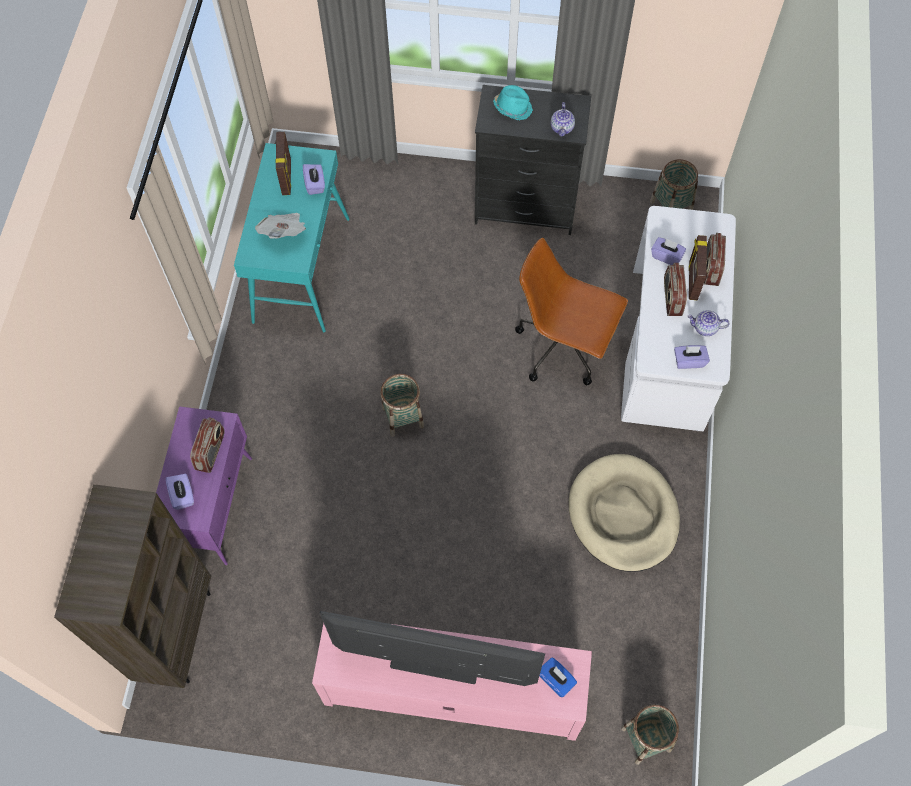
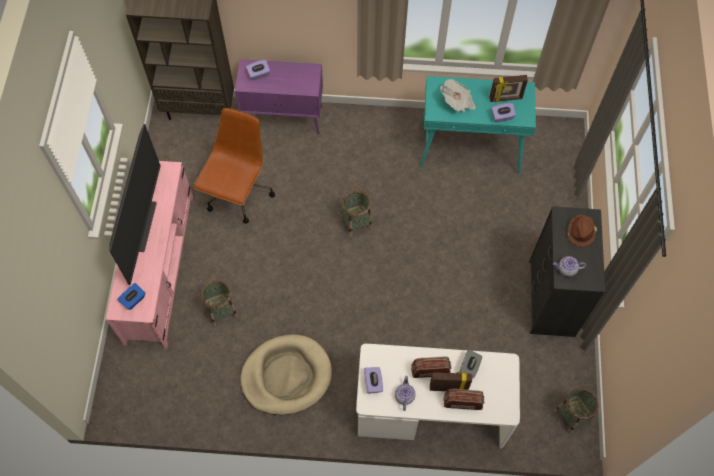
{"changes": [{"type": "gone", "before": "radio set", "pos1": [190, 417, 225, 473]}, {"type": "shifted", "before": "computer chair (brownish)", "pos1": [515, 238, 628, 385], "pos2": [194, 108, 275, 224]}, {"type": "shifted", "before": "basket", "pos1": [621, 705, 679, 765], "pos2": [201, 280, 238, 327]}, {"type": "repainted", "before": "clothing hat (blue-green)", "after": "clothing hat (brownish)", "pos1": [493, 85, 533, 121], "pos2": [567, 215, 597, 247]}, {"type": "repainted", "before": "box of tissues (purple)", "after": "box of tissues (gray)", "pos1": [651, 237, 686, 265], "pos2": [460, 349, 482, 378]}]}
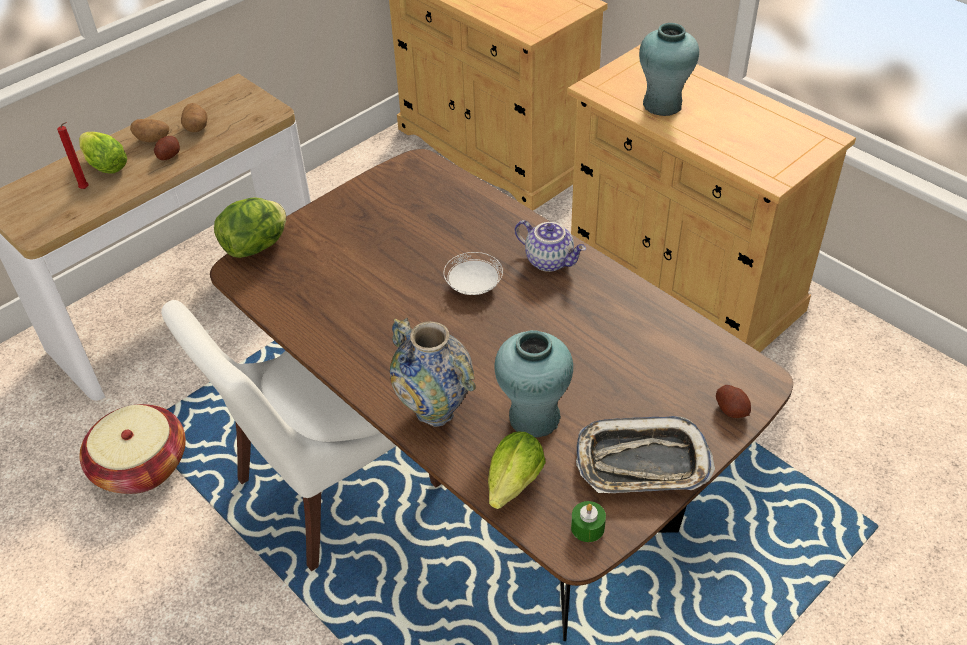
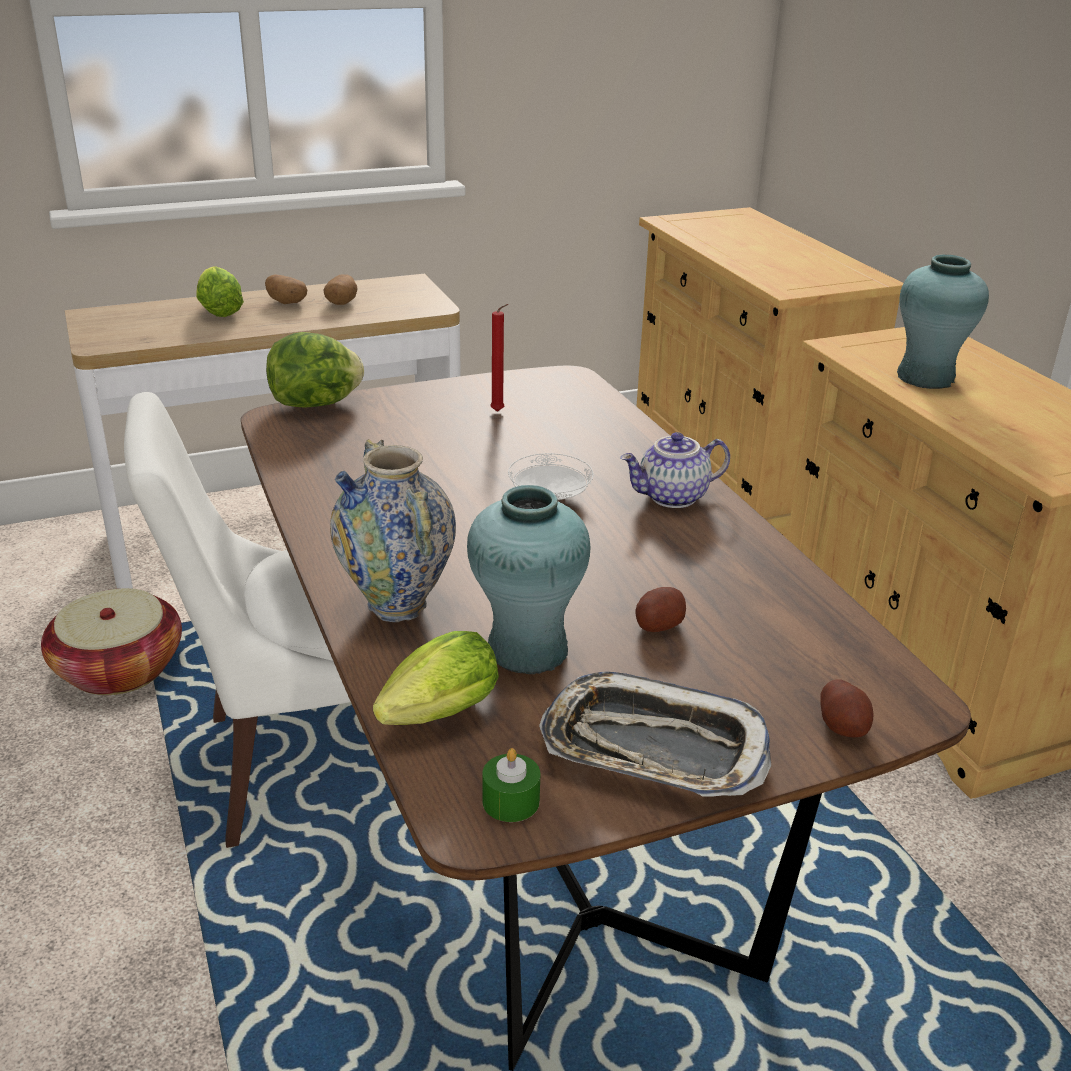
{"changes": [{"type": "shifted", "before": "wax candle (red)", "pos1": [57, 122, 89, 189], "pos2": [490, 304, 508, 412]}, {"type": "shifted", "before": "whole potato", "pos1": [154, 136, 180, 161], "pos2": [635, 587, 686, 632]}, {"type": "rotated", "before": "tea pot", "pos1": [515, 220, 586, 272], "pos2": [620, 432, 730, 508], "turn": 105}]}
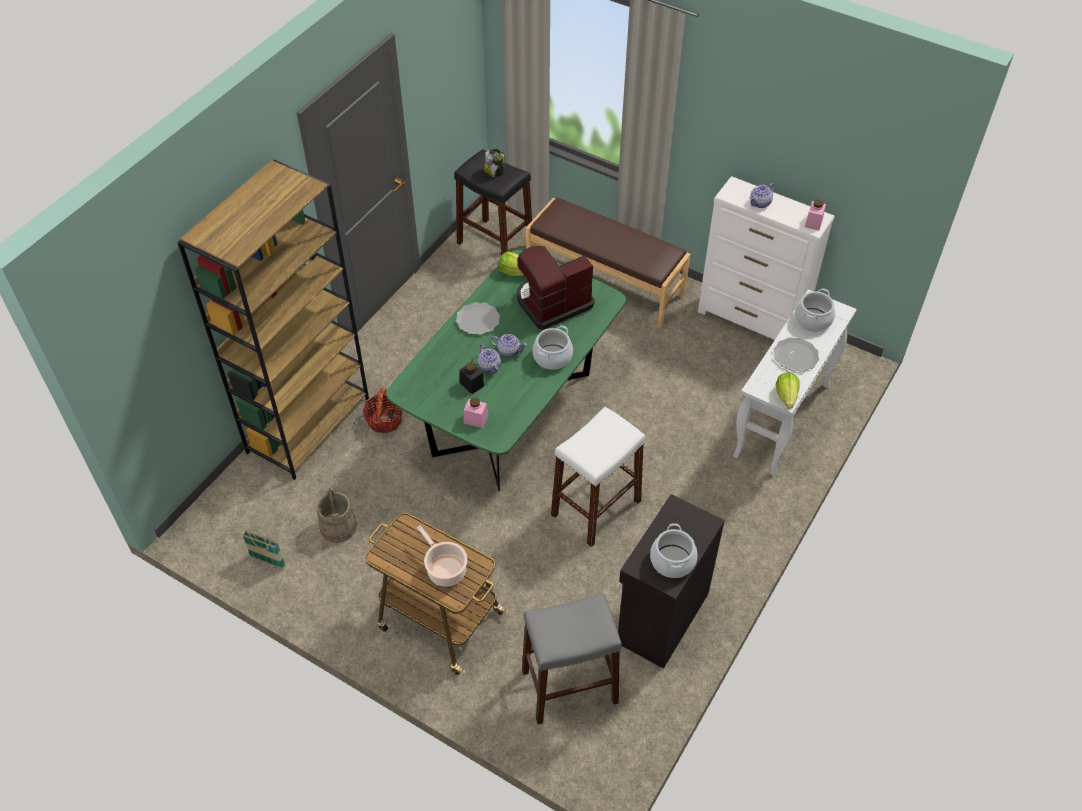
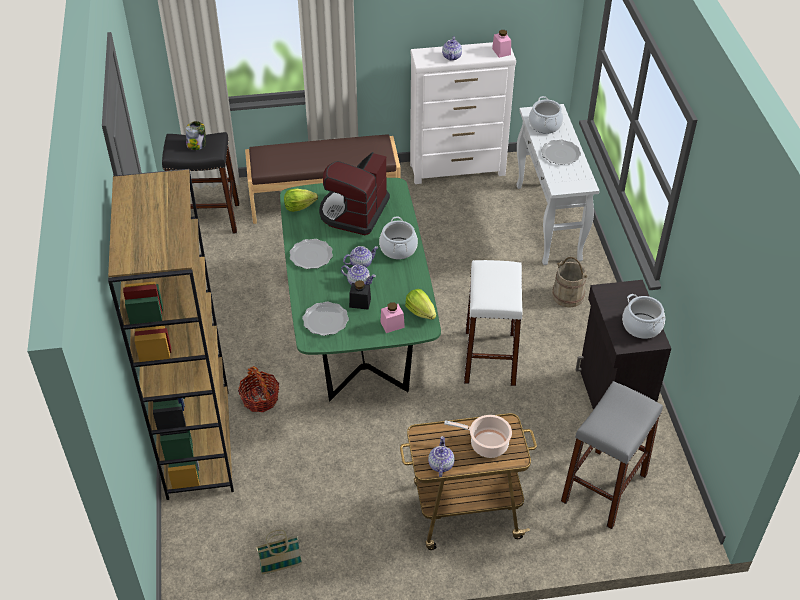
{"changes": [{"type": "new", "after": "plate", "pos2": [302, 302, 349, 336]}, {"type": "new", "after": "tea pot", "pos2": [428, 436, 455, 477]}, {"type": "shifted", "before": "water bucket (beige)", "pos1": [317, 488, 357, 543], "pos2": [552, 257, 588, 308]}, {"type": "shifted", "before": "lettuce head", "pos1": [776, 372, 799, 408], "pos2": [405, 289, 436, 320]}]}
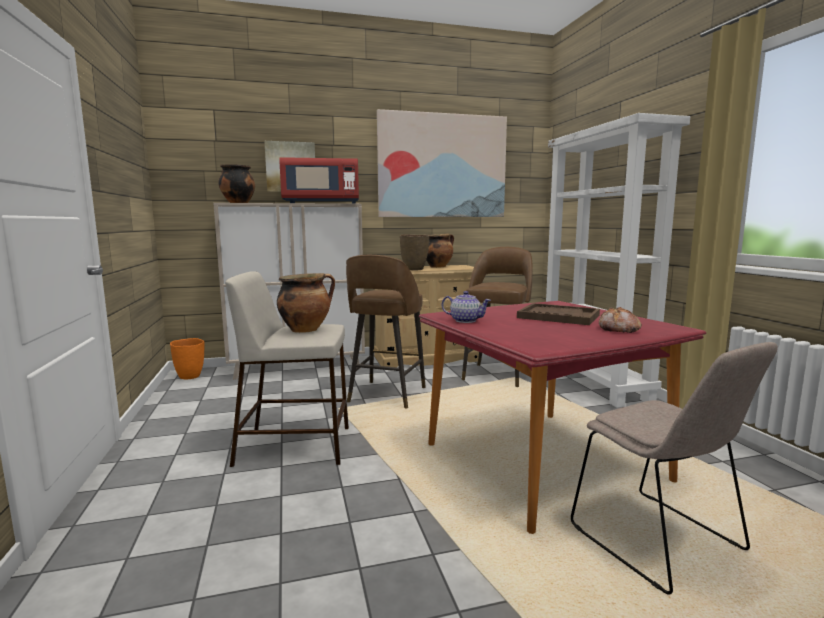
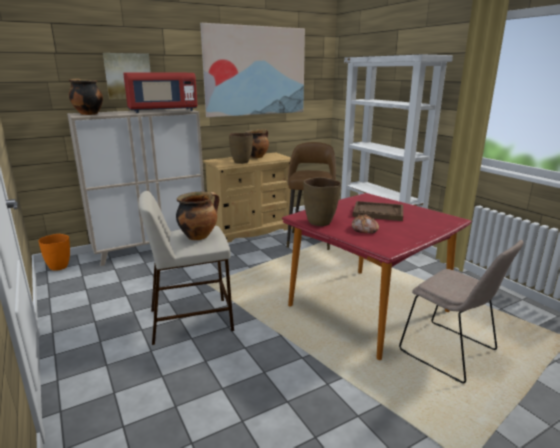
{"changes": [{"type": "gone", "before": "sitting stool (brownish)", "pos1": [346, 255, 426, 409]}, {"type": "shifted", "before": "bread", "pos1": [599, 307, 642, 333], "pos2": [352, 214, 379, 233]}, {"type": "swapped", "before": "tea pot", "after": "decorative vase (brownish)", "pos1": [442, 291, 491, 323], "pos2": [303, 177, 341, 226]}]}
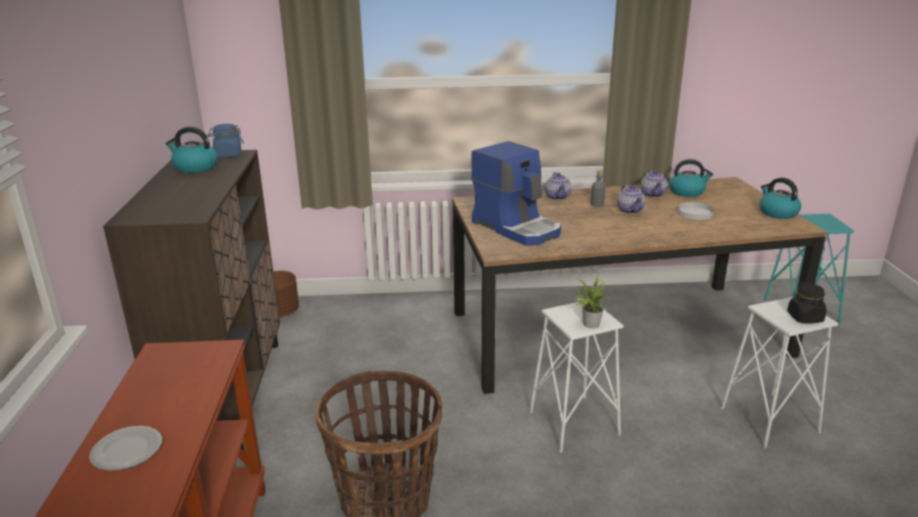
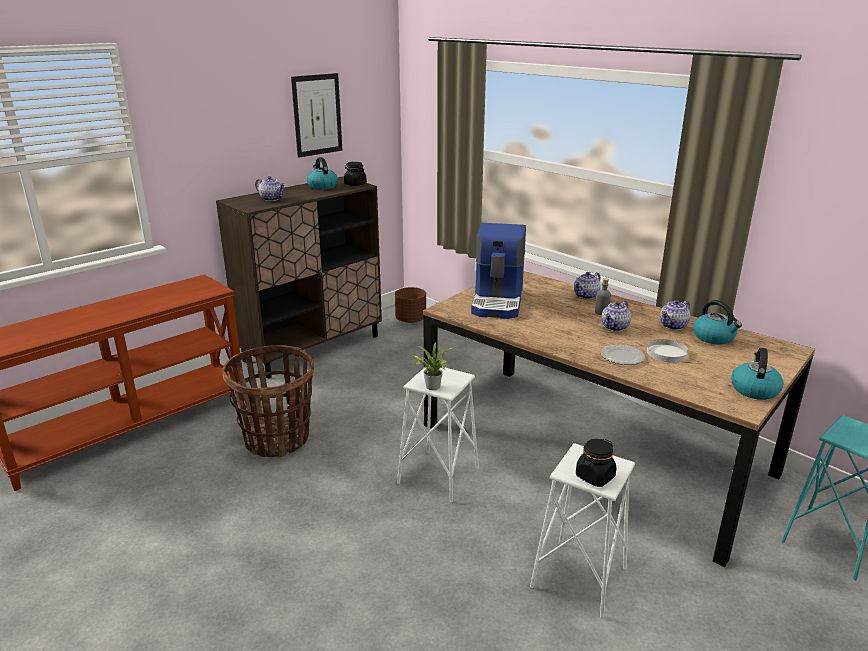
{"changes": [{"type": "new", "after": "tea pot", "pos2": [255, 176, 285, 201]}, {"type": "new", "after": "picture", "pos2": [291, 73, 342, 158]}, {"type": "shifted", "before": "plate", "pos1": [89, 426, 162, 471], "pos2": [601, 345, 645, 365]}, {"type": "repainted", "before": "preserve jar (bluish)", "after": "preserve jar (black)", "pos1": [208, 124, 244, 157], "pos2": [344, 162, 367, 186]}]}
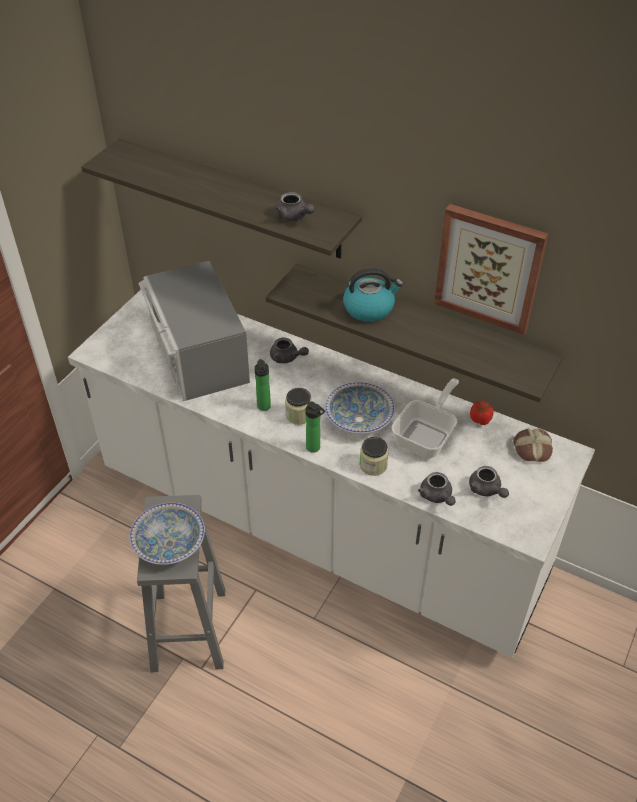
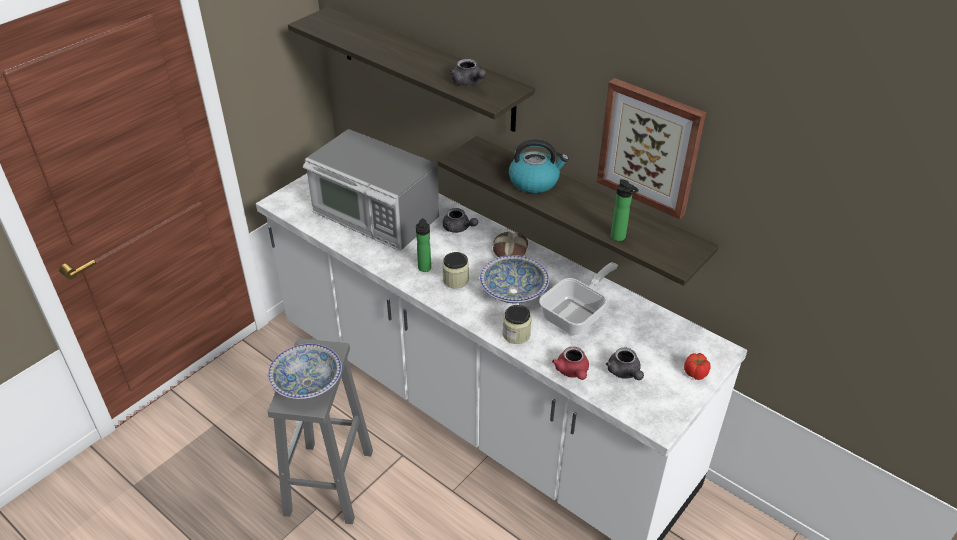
{"changes": [{"type": "shifted", "before": "beverage bottle", "pos1": [306, 401, 325, 453], "pos2": [611, 179, 639, 241]}, {"type": "shifted", "before": "fresh tomato", "pos1": [470, 401, 493, 425], "pos2": [684, 353, 710, 380]}, {"type": "shifted", "before": "bread", "pos1": [513, 429, 553, 462], "pos2": [493, 232, 528, 257]}, {"type": "repainted", "before": "tea pot (gray)", "after": "tea pot (red)", "pos1": [418, 472, 456, 506], "pos2": [552, 347, 589, 380]}, {"type": "rotated", "before": "microwave", "pos1": [139, 261, 250, 401], "pos2": [303, 129, 439, 251], "turn": -45}]}
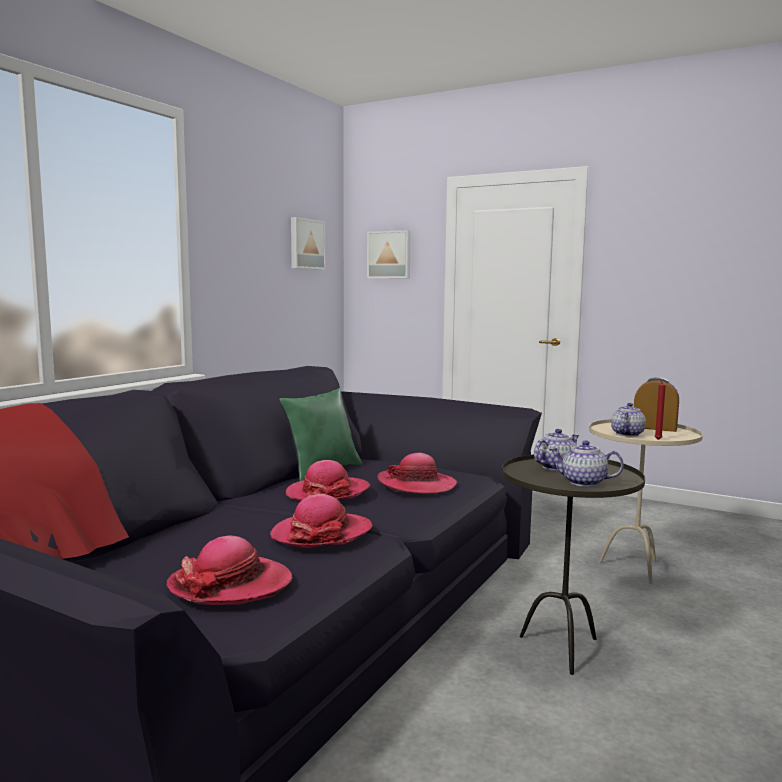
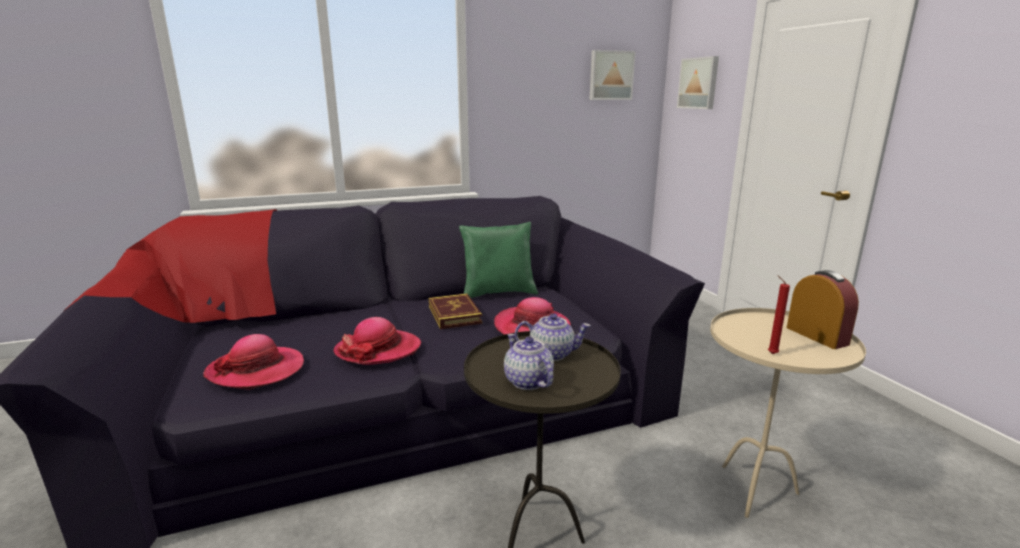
{"changes": [{"type": "gone", "before": "tea pot", "pos1": [611, 403, 646, 437]}, {"type": "swapped", "before": "clothing hat", "after": "volume", "pos1": [286, 460, 370, 501], "pos2": [429, 294, 482, 329]}]}
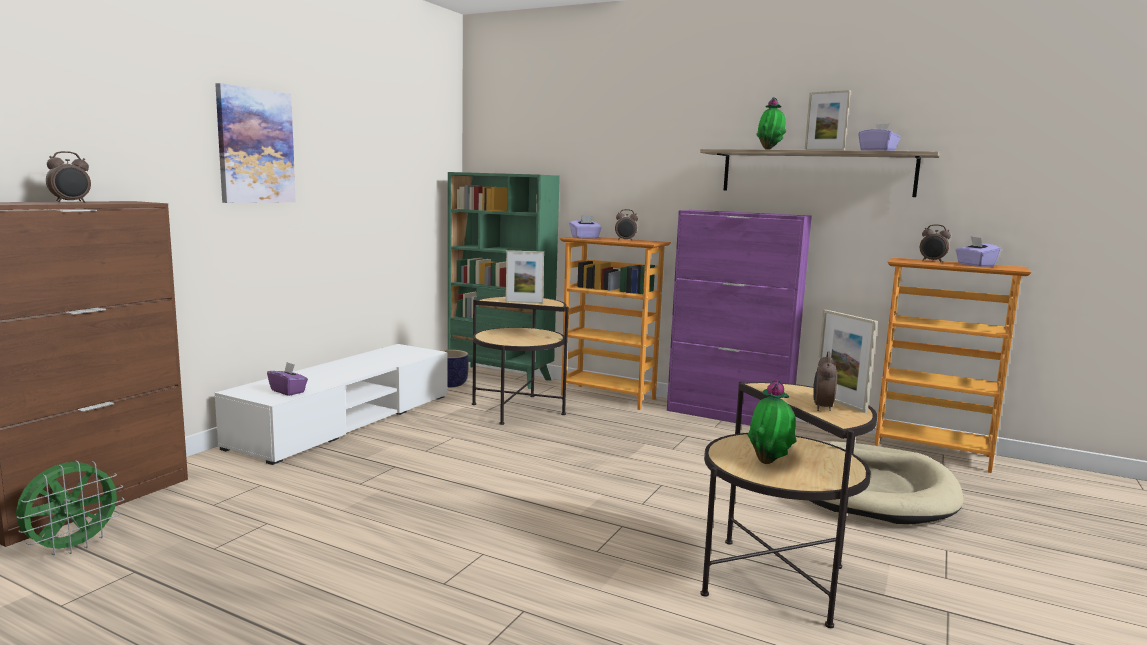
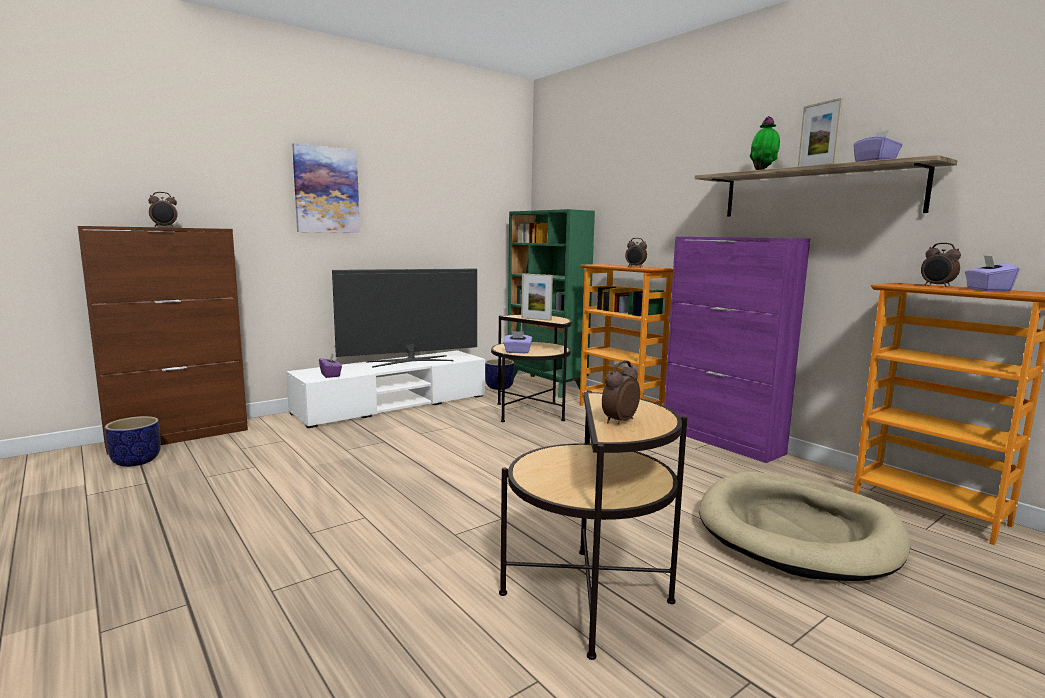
{"changes": [{"type": "gone", "before": "houseplant", "pos1": [748, 380, 797, 464]}, {"type": "gone", "before": "photo frame", "pos1": [818, 310, 878, 413]}, {"type": "new", "after": "TV set", "pos2": [332, 268, 477, 368]}, {"type": "shifted", "before": "box of tissues (purple)", "pos1": [570, 215, 602, 239], "pos2": [504, 331, 532, 353]}, {"type": "swapped", "before": "cooling fan (green-coloured)", "after": "flower pot", "pos1": [16, 461, 124, 555], "pos2": [105, 416, 161, 467]}]}
